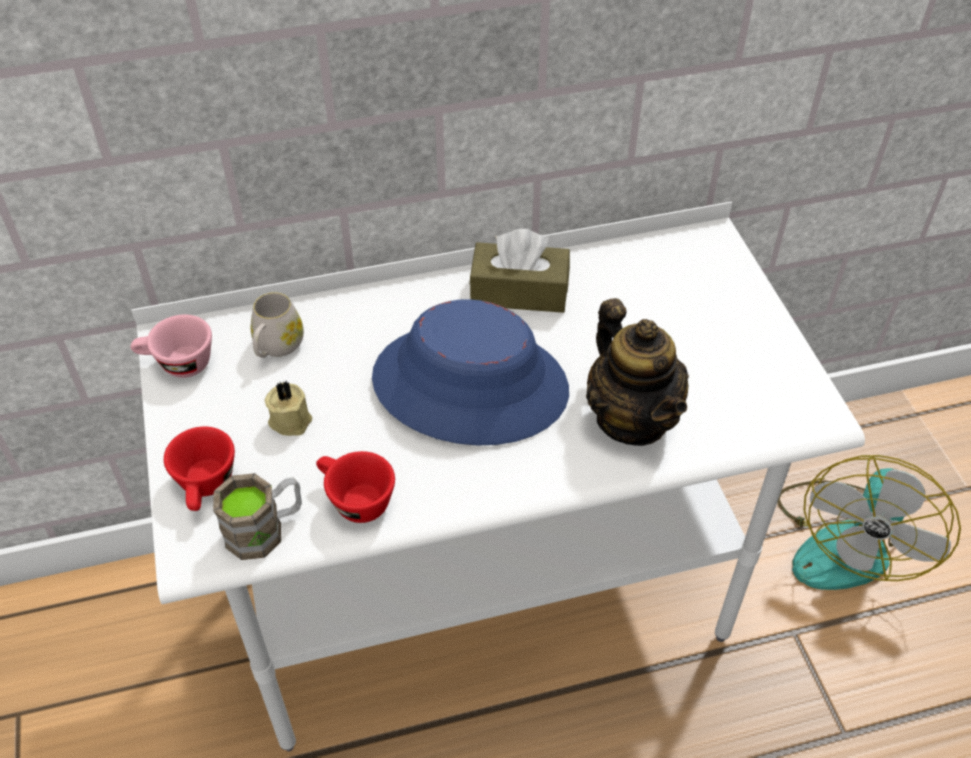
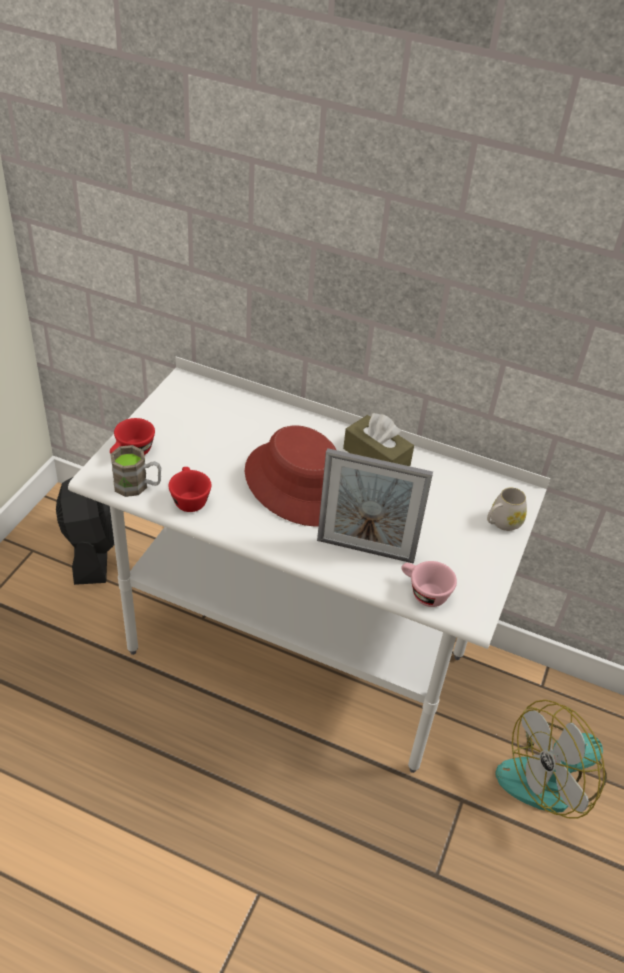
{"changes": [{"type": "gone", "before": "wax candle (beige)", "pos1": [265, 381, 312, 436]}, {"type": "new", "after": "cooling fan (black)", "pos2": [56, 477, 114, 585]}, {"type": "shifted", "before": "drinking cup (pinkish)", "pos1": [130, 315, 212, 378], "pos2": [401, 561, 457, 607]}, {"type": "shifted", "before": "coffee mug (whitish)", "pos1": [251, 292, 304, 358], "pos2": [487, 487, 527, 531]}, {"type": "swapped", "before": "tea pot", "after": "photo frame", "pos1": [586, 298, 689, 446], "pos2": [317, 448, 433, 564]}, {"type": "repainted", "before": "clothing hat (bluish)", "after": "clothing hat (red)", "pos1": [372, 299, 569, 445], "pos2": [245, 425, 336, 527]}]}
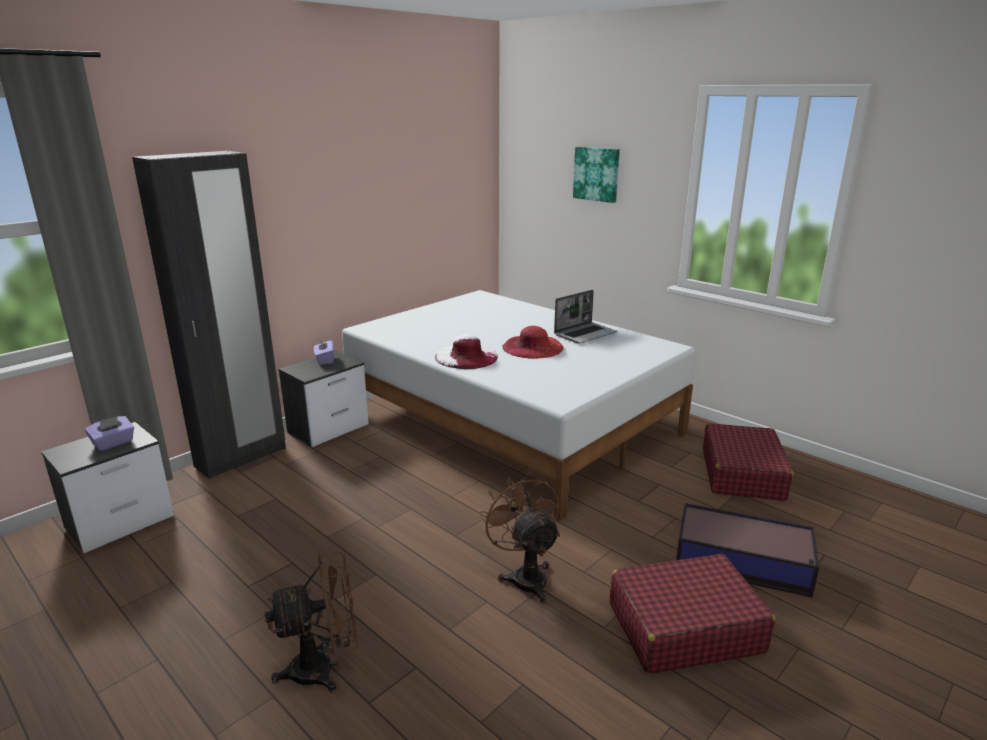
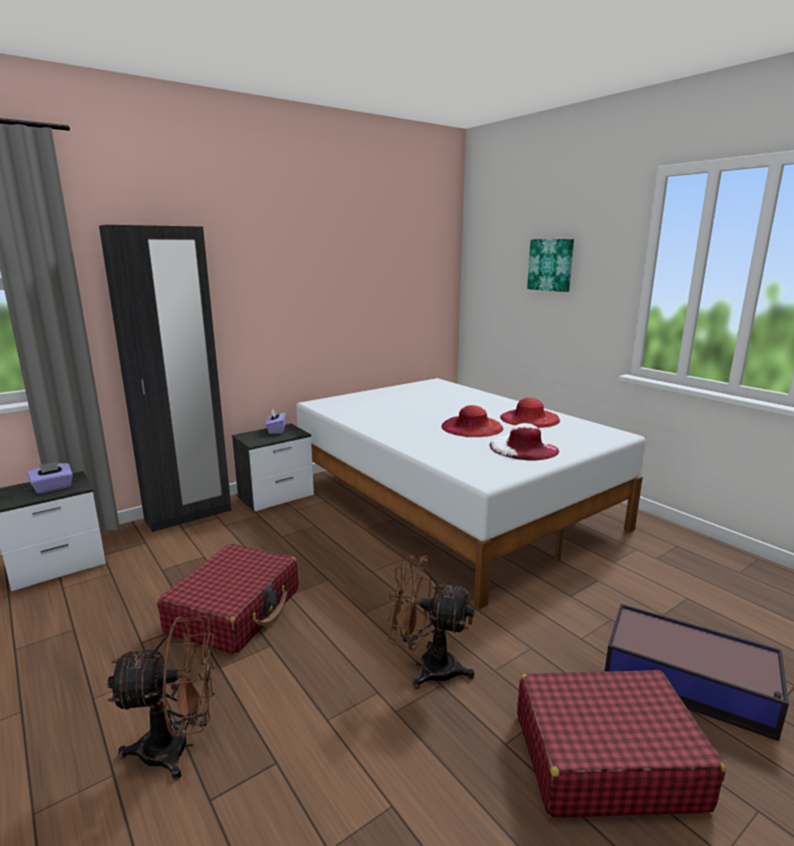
{"changes": [{"type": "shifted", "before": "clothing hat (whitish)", "pos1": [435, 334, 498, 369], "pos2": [489, 423, 559, 461]}, {"type": "shifted", "before": "suitcase (red)", "pos1": [703, 423, 794, 501], "pos2": [157, 544, 298, 654]}, {"type": "swapped", "before": "laptop", "after": "clothing hat (red)", "pos1": [554, 290, 617, 344], "pos2": [500, 398, 560, 428]}, {"type": "rotated", "before": "cooling fan (brownish)", "pos1": [479, 472, 560, 603], "pos2": [386, 554, 475, 689], "turn": -60}]}
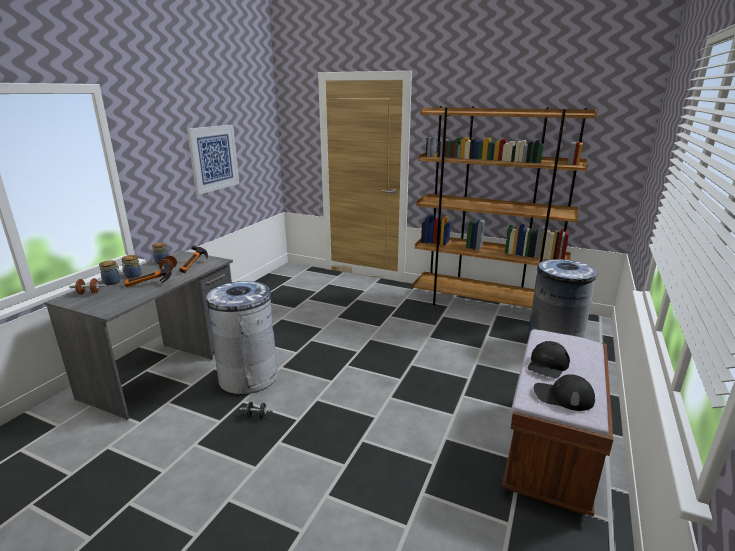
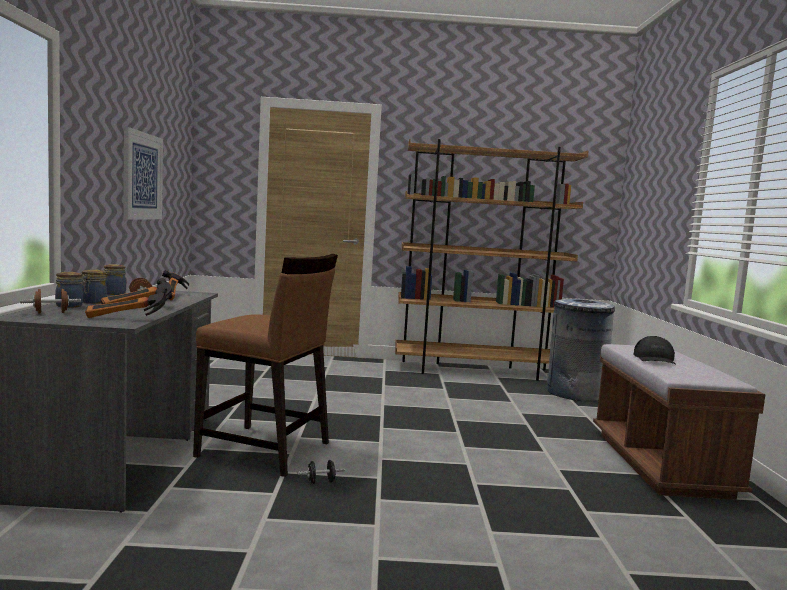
{"changes": [{"type": "gone", "before": "peaked cap (black)", "pos1": [534, 374, 595, 411]}, {"type": "new", "after": "tool hammer", "pos2": [85, 288, 166, 318]}, {"type": "swapped", "before": "trash can (gray)", "after": "upright chair (brownish)", "pos1": [206, 281, 278, 394], "pos2": [193, 254, 338, 477]}]}
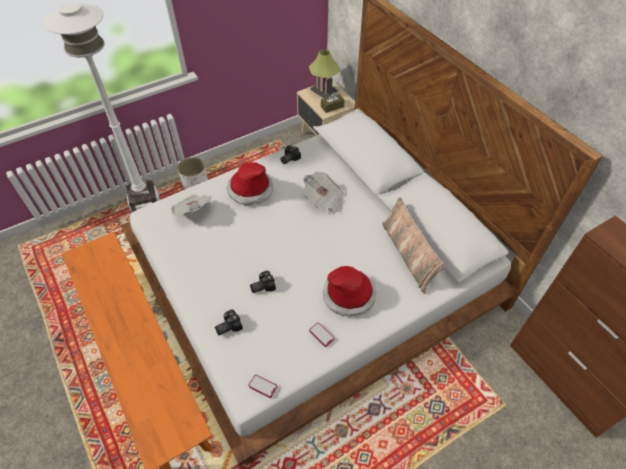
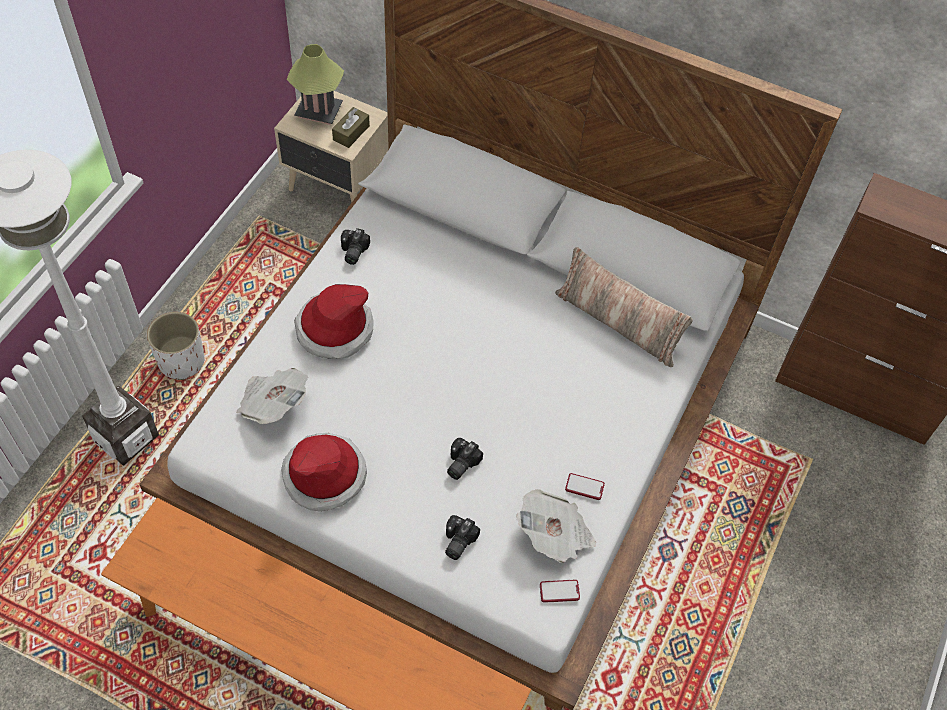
{"changes": [{"type": "shifted", "before": "daily paper", "pos1": [303, 172, 344, 212], "pos2": [516, 489, 596, 563]}, {"type": "shifted", "before": "clothing hat", "pos1": [323, 266, 376, 317], "pos2": [281, 433, 367, 512]}]}
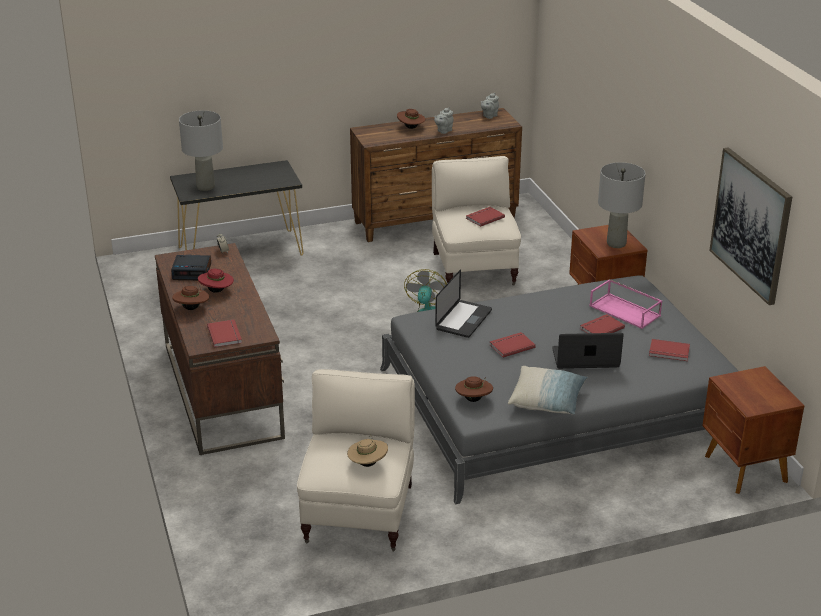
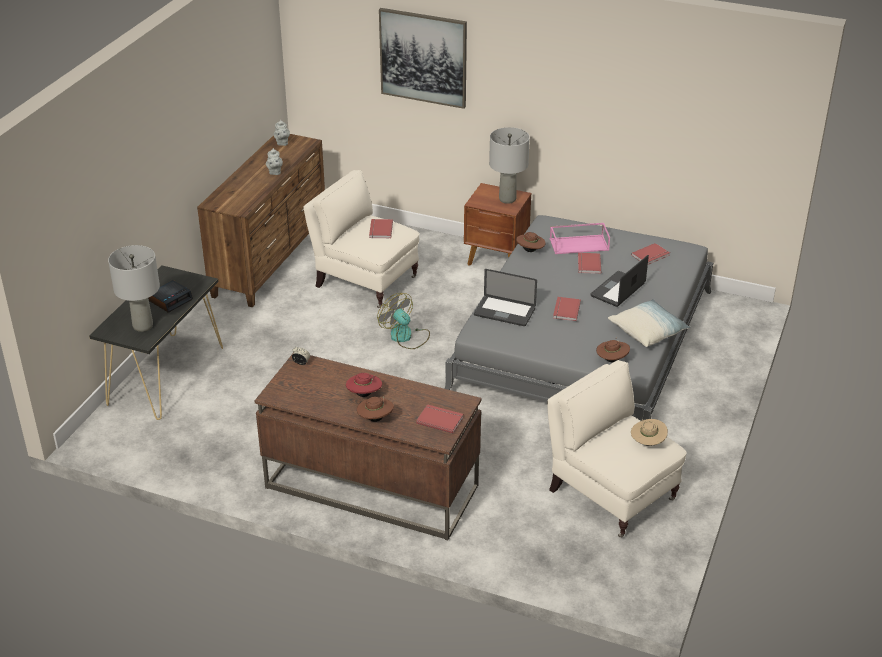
{"changes": [{"type": "gone", "before": "nightstand (brownish)", "pos1": [702, 366, 805, 494]}, {"type": "shifted", "before": "bedside clock", "pos1": [171, 255, 211, 280], "pos2": [148, 280, 193, 313]}, {"type": "shifted", "before": "clothing hat (brownish)", "pos1": [397, 109, 425, 129], "pos2": [516, 232, 546, 252]}, {"type": "shifted", "before": "picture", "pos1": [709, 147, 792, 305], "pos2": [379, 8, 467, 109]}, {"type": "rotated", "before": "laptop", "pos1": [435, 270, 492, 338], "pos2": [474, 269, 537, 326], "turn": 135}]}
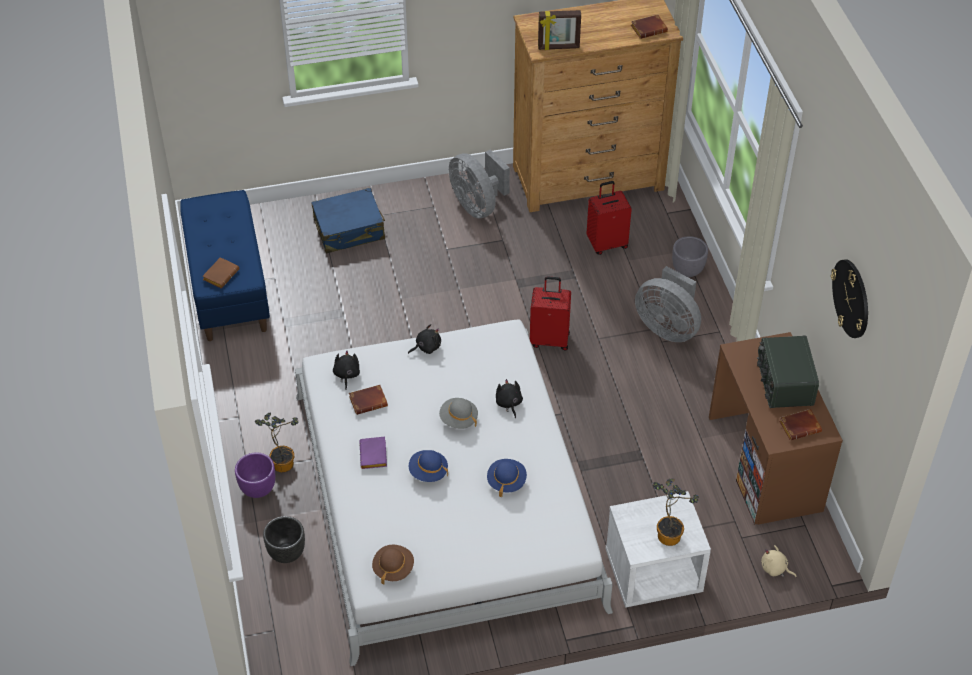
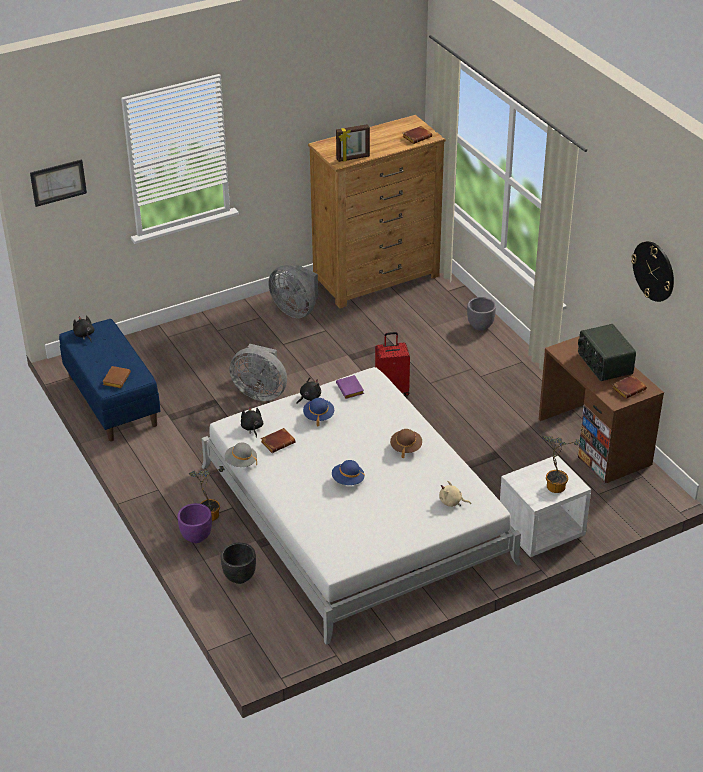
{"changes": [{"type": "gone", "before": "suitcase (bluish)", "pos1": [311, 188, 385, 253]}, {"type": "gone", "before": "suitcase (red)", "pos1": [586, 181, 632, 255]}, {"type": "new", "after": "picture", "pos2": [30, 159, 87, 207]}, {"type": "shifted", "before": "volume (purple)", "pos1": [359, 437, 387, 469], "pos2": [336, 375, 364, 399]}, {"type": "shifted", "before": "clothing hat (brownish)", "pos1": [372, 545, 414, 585], "pos2": [390, 429, 422, 458]}, {"type": "shifted", "before": "clothing hat (gray)", "pos1": [439, 398, 478, 429], "pos2": [224, 442, 257, 467]}, {"type": "shifted", "before": "clothing hat (bluish)", "pos1": [487, 459, 527, 497], "pos2": [303, 398, 334, 427]}, {"type": "shifted", "before": "soft toy (black)", "pos1": [496, 379, 523, 419], "pos2": [73, 316, 95, 342]}, {"type": "shifted", "before": "cooling fan (gray)", "pos1": [635, 266, 701, 342], "pos2": [230, 344, 287, 401]}, {"type": "shifted", "before": "soft toy (beige)", "pos1": [761, 545, 796, 577], "pos2": [439, 481, 471, 507]}]}
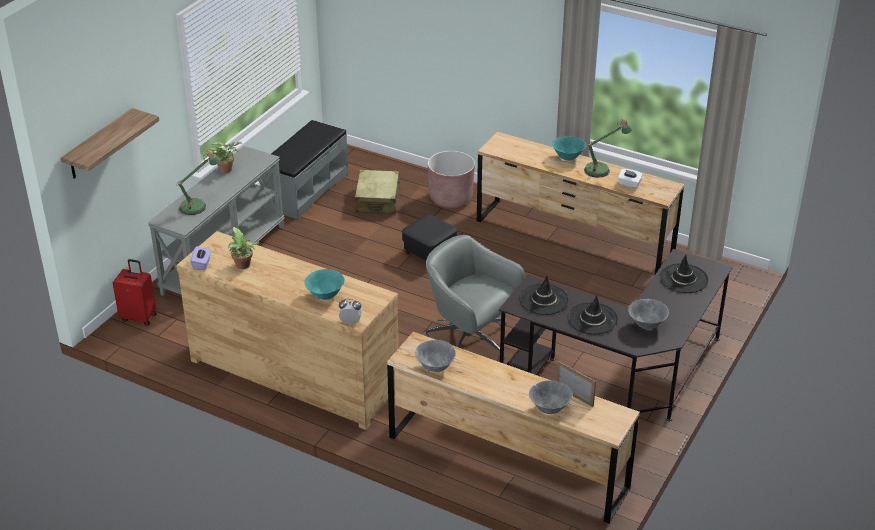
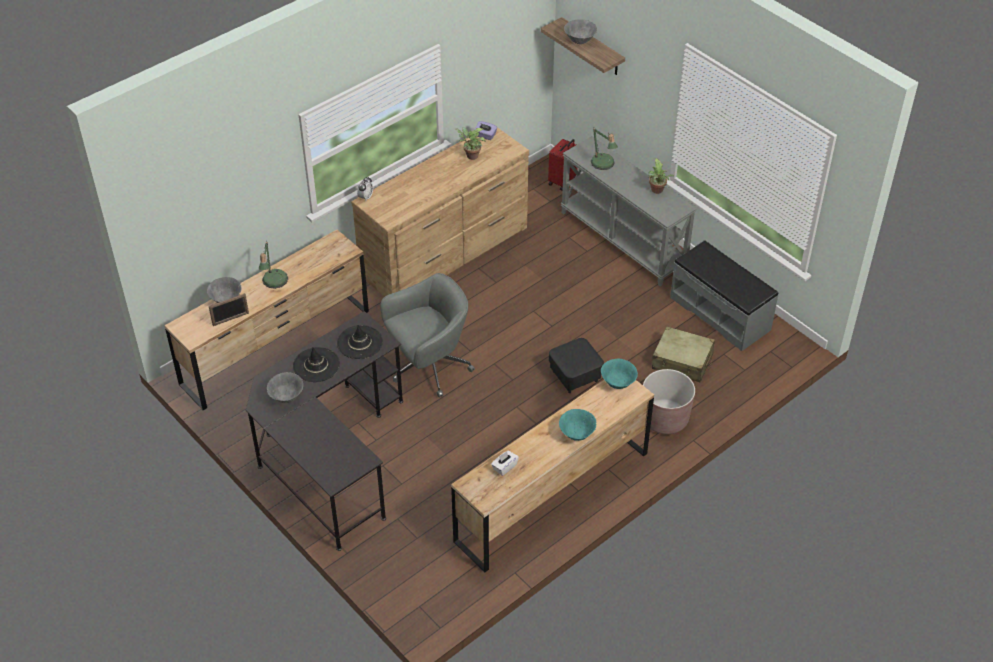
{"changes": [{"type": "gone", "before": "clothing hat (black)", "pos1": [660, 254, 709, 293]}, {"type": "shifted", "before": "deep dish (blue-green)", "pos1": [304, 269, 345, 300], "pos2": [601, 359, 638, 389]}, {"type": "shifted", "before": "deep dish (gray)", "pos1": [415, 340, 456, 372], "pos2": [564, 19, 597, 44]}, {"type": "shifted", "before": "table lamp", "pos1": [584, 118, 632, 178], "pos2": [259, 241, 288, 289]}]}
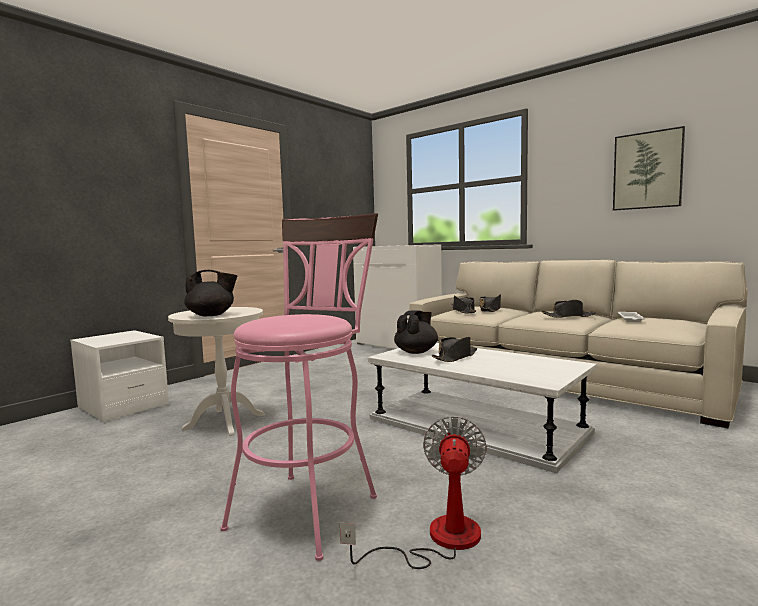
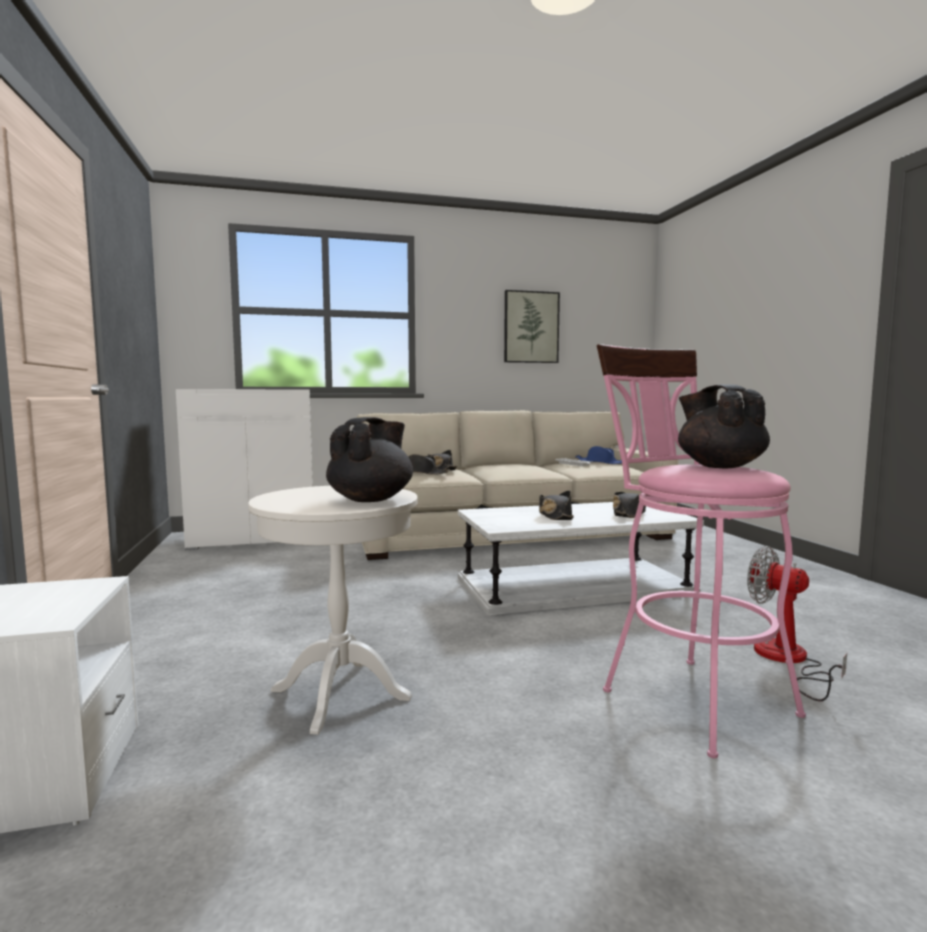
{"changes": [{"type": "new", "after": "clothing hat (bluish)", "pos2": [575, 446, 622, 464]}, {"type": "shifted", "before": "tea pot (black)", "pos1": [394, 310, 438, 354], "pos2": [678, 384, 770, 468]}, {"type": "shifted", "before": "clothing hat (black)", "pos1": [541, 300, 596, 318], "pos2": [613, 492, 646, 518]}]}
